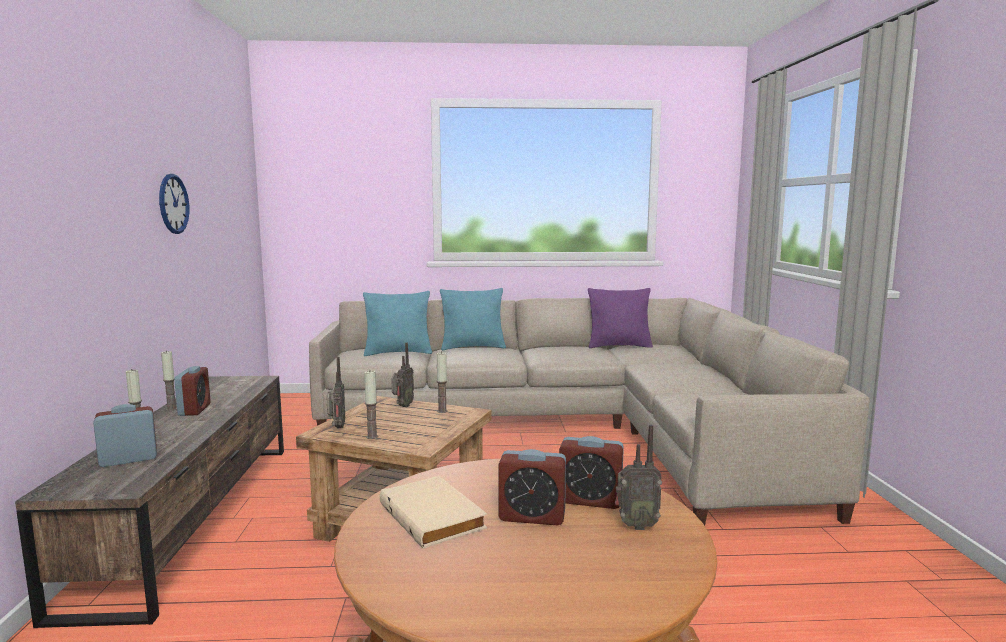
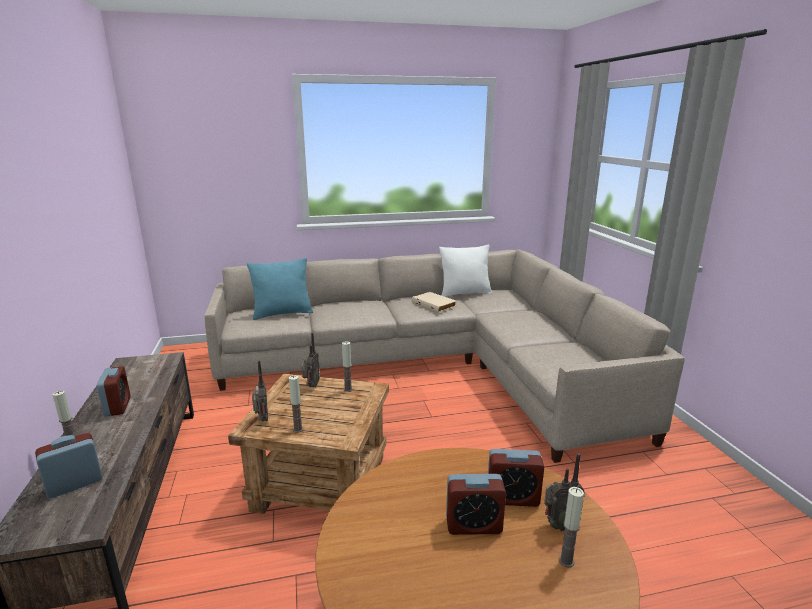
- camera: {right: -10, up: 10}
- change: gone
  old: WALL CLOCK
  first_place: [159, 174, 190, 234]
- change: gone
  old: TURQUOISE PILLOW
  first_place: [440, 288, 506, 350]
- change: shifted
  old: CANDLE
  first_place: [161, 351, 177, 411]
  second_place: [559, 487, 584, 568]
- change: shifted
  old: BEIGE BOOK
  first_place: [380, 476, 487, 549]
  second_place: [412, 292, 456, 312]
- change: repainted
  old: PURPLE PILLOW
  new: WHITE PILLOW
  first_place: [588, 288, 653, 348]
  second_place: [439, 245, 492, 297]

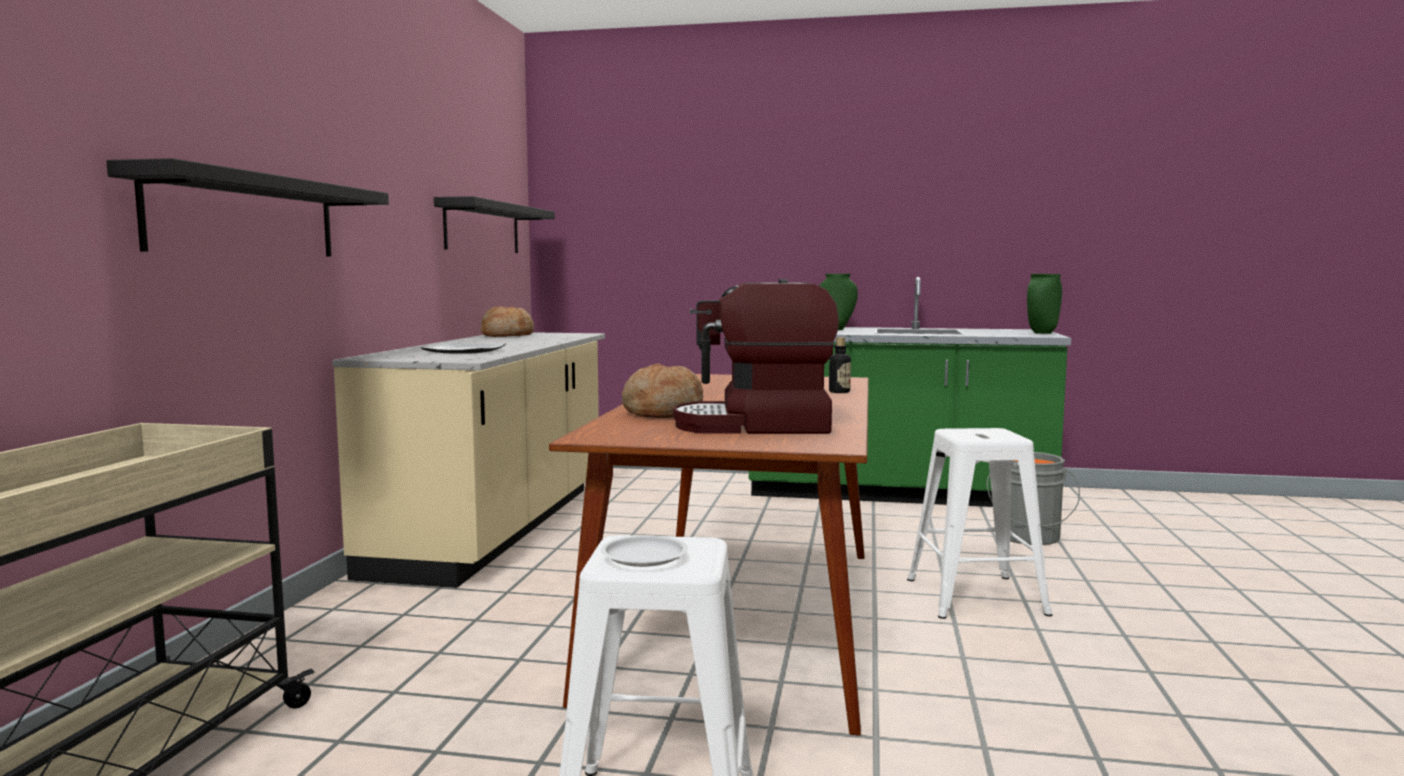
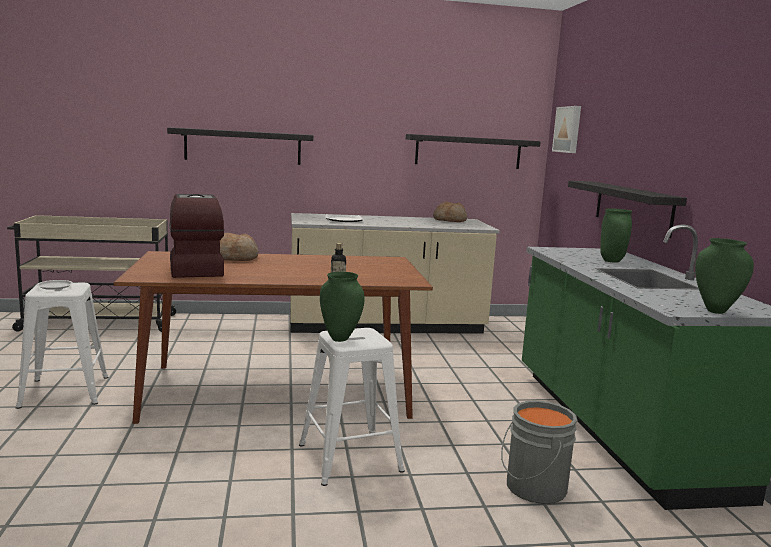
- camera: {right: 70, up: 5}
- change: new
  new: GREEN VASE
  second_place: [320, 272, 364, 342]
- change: new
  new: PICTURE
  second_place: [552, 106, 581, 153]
- change: new
  new: BLACK SHELF
  second_place: [568, 181, 687, 238]

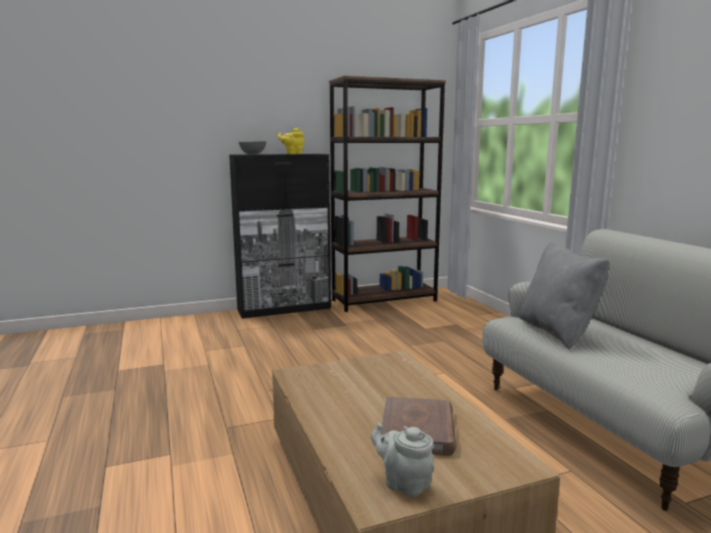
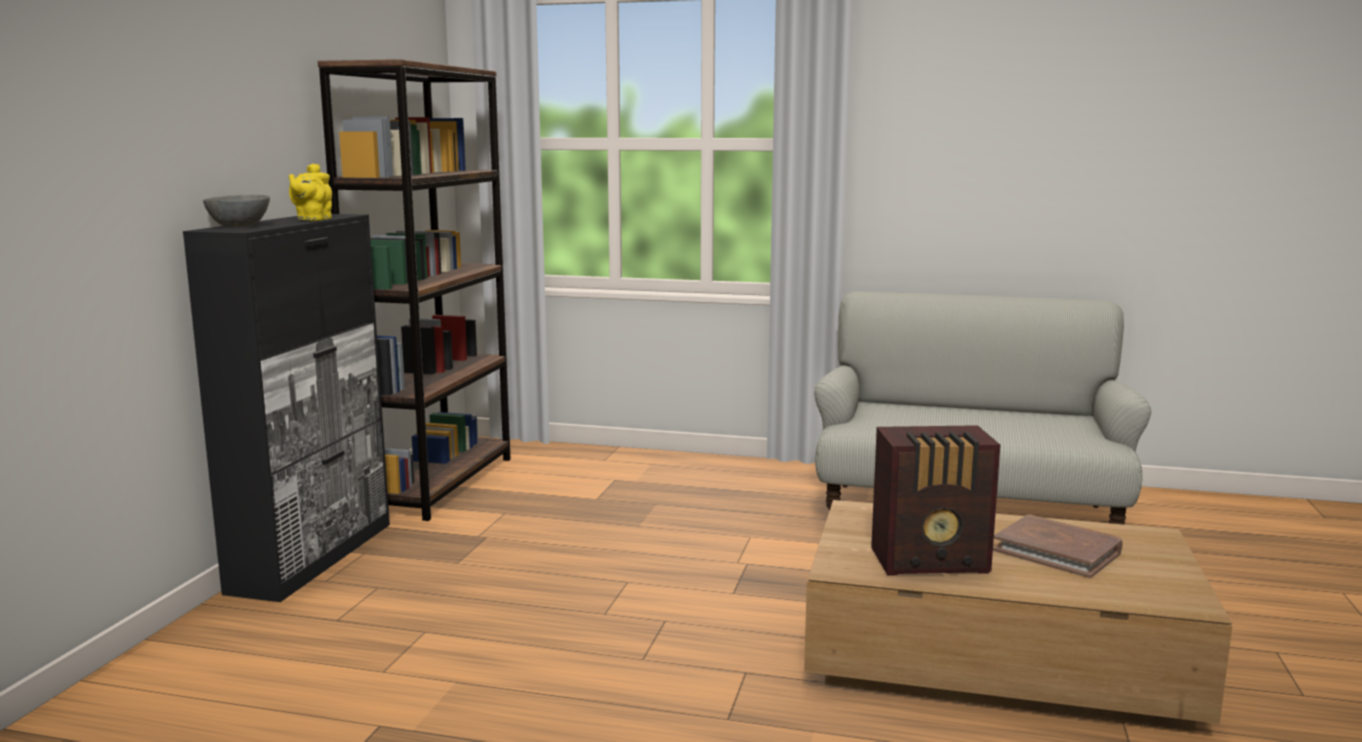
- camera: {right: -55, up: 0}
- change: gone
  old: GREY TEAPOT
  first_place: [371, 423, 434, 497]
- change: gone
  old: GREY PILLOW
  first_place: [519, 242, 610, 349]
- change: new
  new: RADIO
  second_place: [871, 425, 1000, 576]

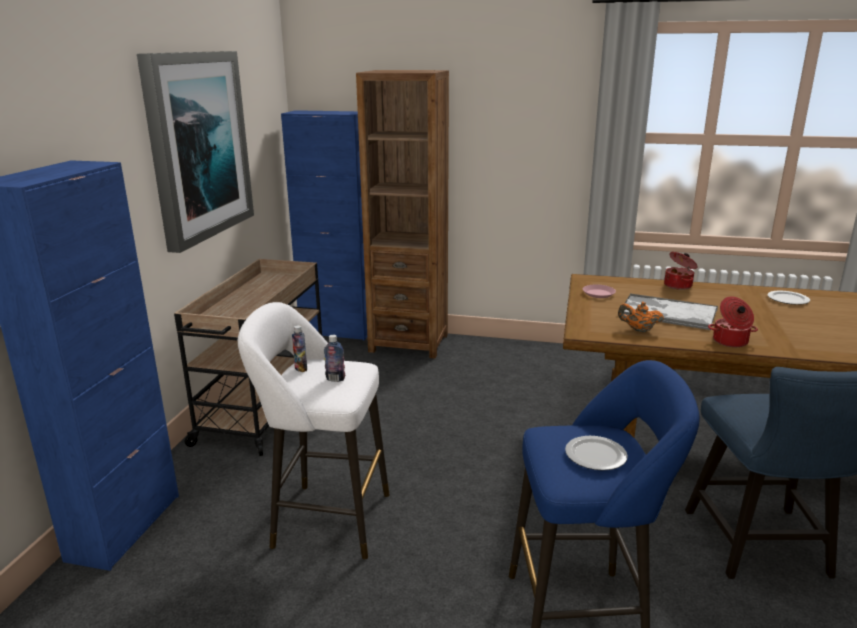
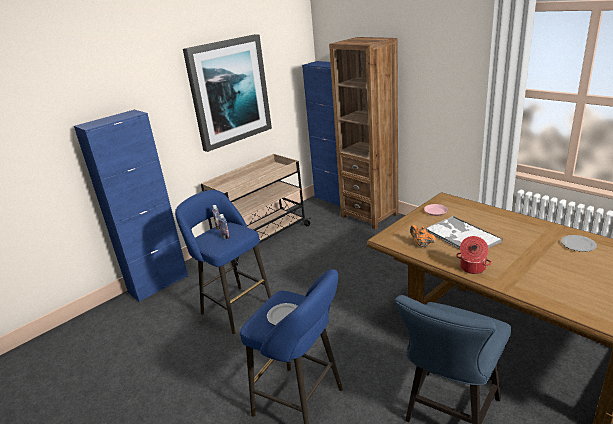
- camera: {right: 35, up: 5}
- change: gone
  old: COOKING POT
  first_place: [664, 252, 698, 290]
- change: repainted
  old: WHITE STOOL
  new: BLUE STOOL
  first_place: [238, 302, 390, 559]
  second_place: [175, 190, 271, 334]

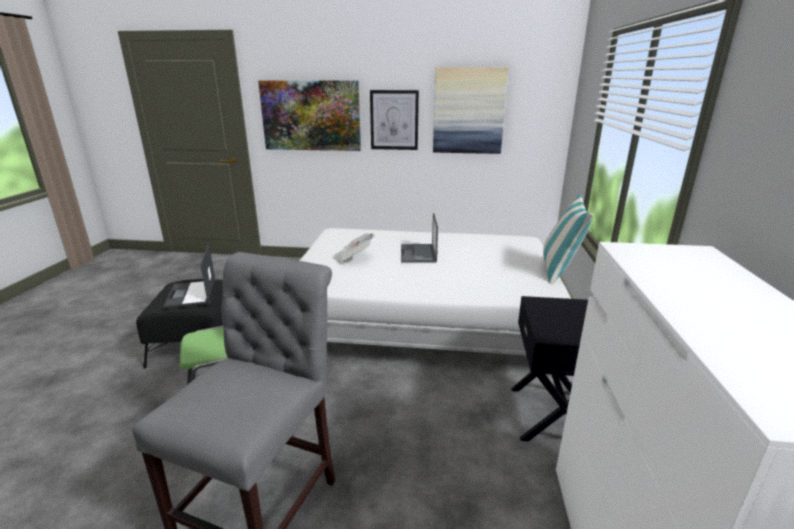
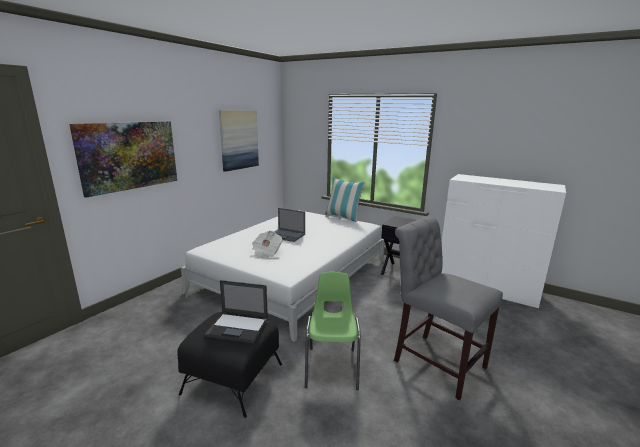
- camera: {right: -65, up: -5}
- change: gone
  old: PICTURE
  first_place: [370, 90, 419, 150]

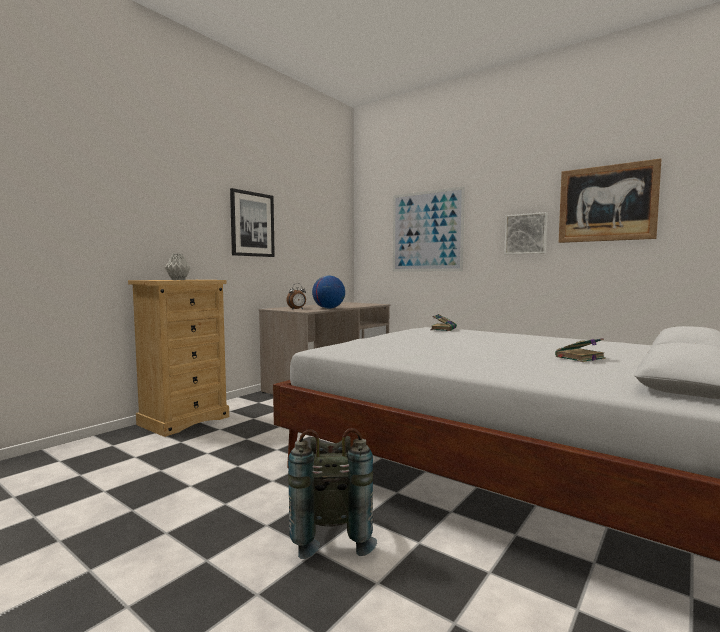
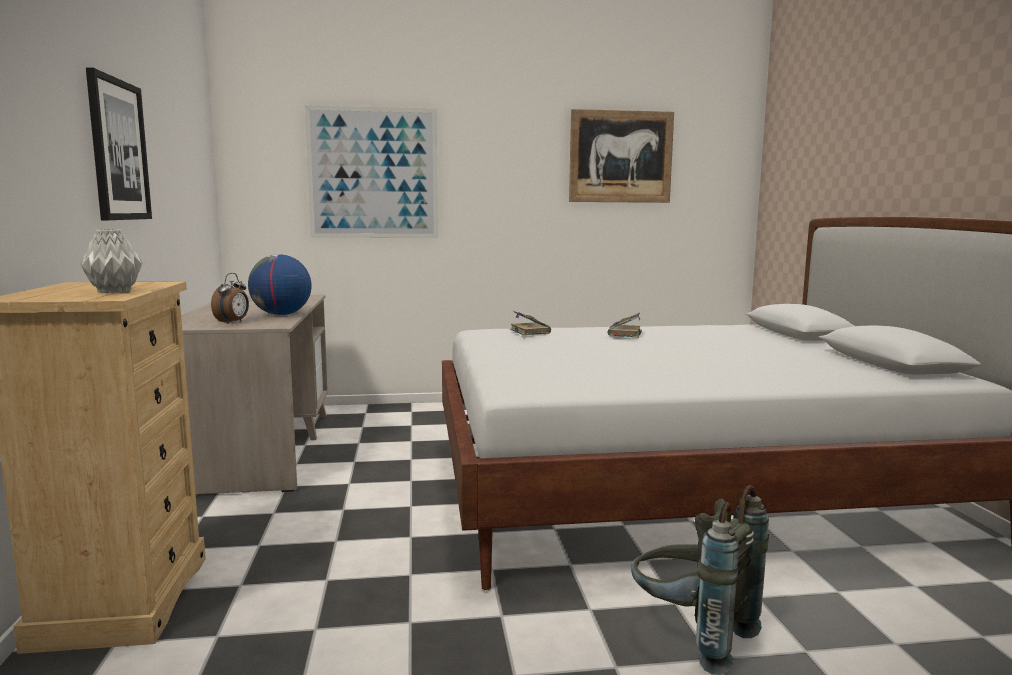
- camera: {right: -45, up: 5}
- change: gone
  old: PICTURE
  first_place: [504, 212, 548, 255]
- change: shifted
  old: BOOK
  first_place: [555, 338, 606, 362]
  second_place: [607, 312, 642, 338]

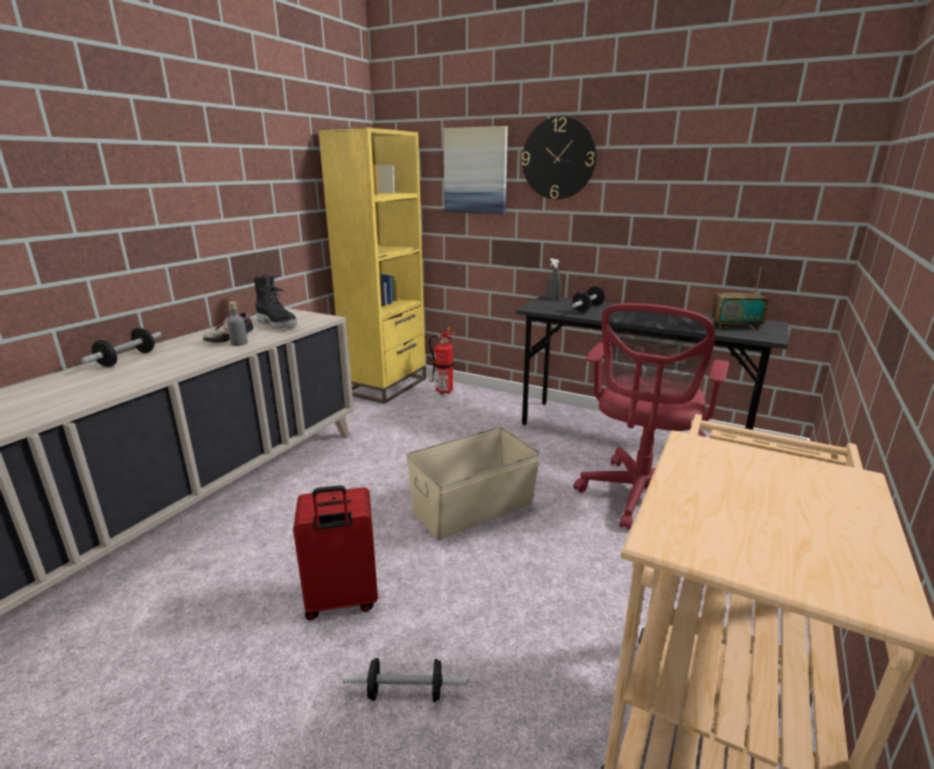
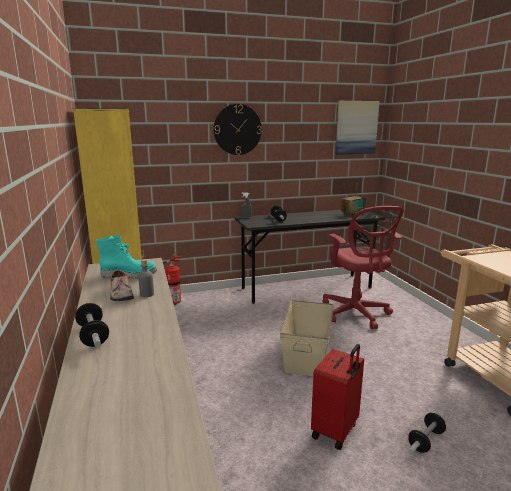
- camera: {right: -45, up: -5}
- change: shifted
  old: PICTURE
  first_place: [443, 126, 508, 214]
  second_place: [336, 101, 380, 155]
- change: repainted
  old: BLACK BOOT
  new: TURQUOISE BOOT
  first_place: [253, 275, 297, 329]
  second_place: [96, 235, 157, 278]

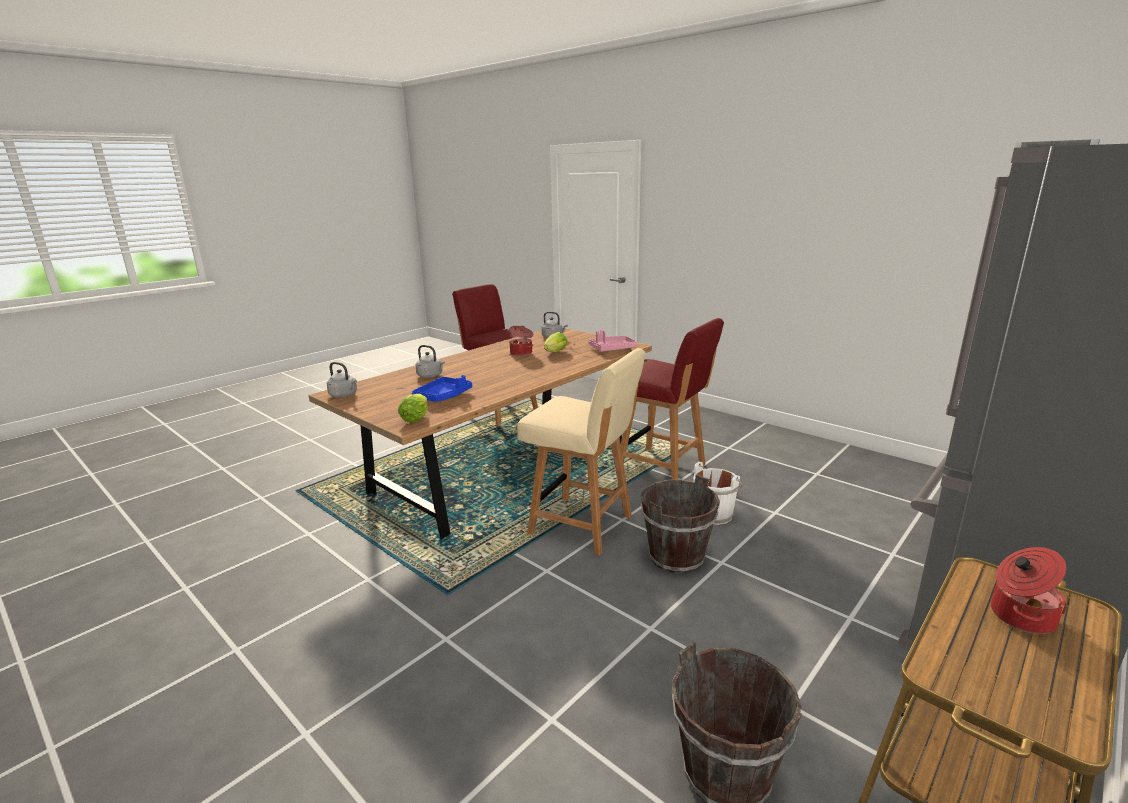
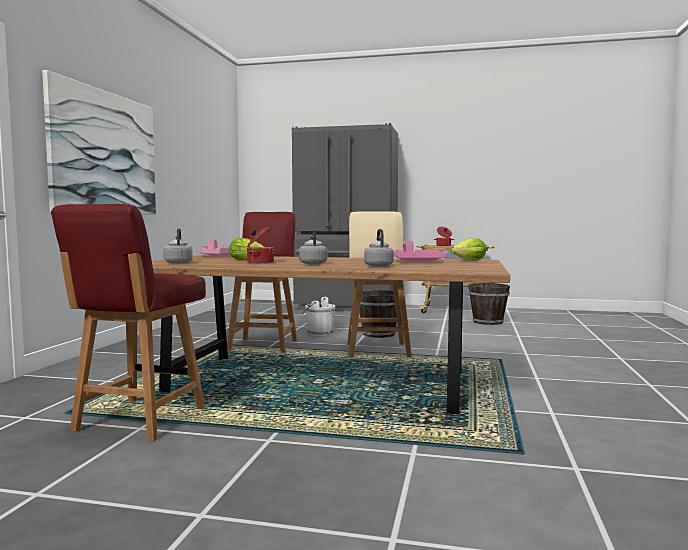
- camera: {right: -120, up: -15}
- change: new
  new: PICTURE
  second_place: [42, 70, 156, 214]
- change: shifted
  old: GREY KETTLE
  first_place: [327, 362, 357, 397]
  second_place: [299, 228, 327, 264]
- change: repainted
  old: BLUE TRAY
  new: PINK TRAY
  first_place: [412, 375, 472, 402]
  second_place: [394, 241, 446, 262]

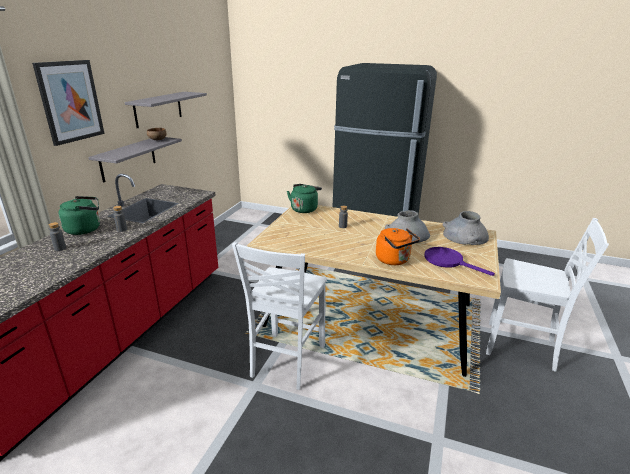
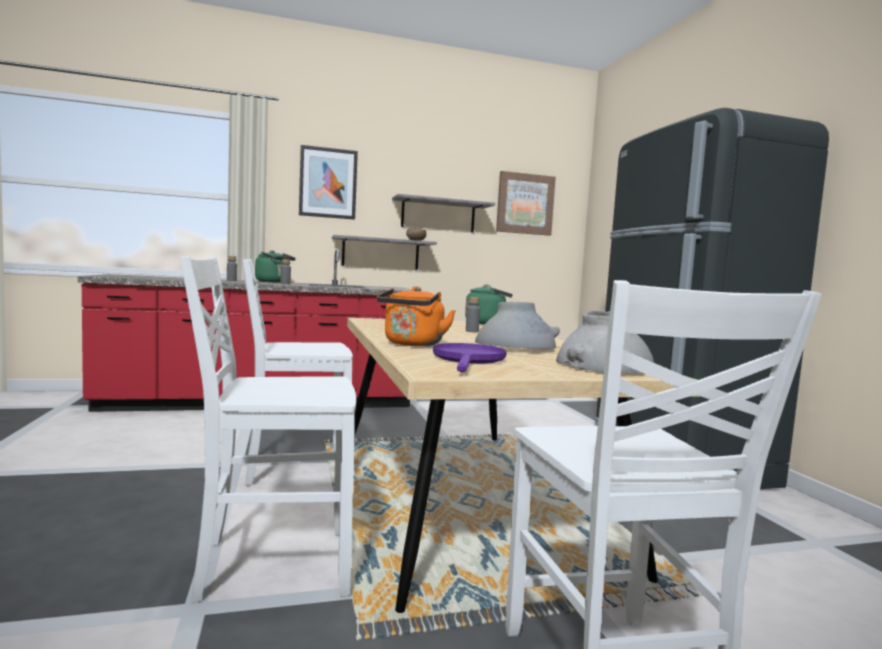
- camera: {right: 55, up: -20}
- change: new
  new: WHITE CHAIR
  second_place: [180, 256, 356, 603]
- change: new
  new: PICTURE
  second_place: [496, 171, 556, 236]

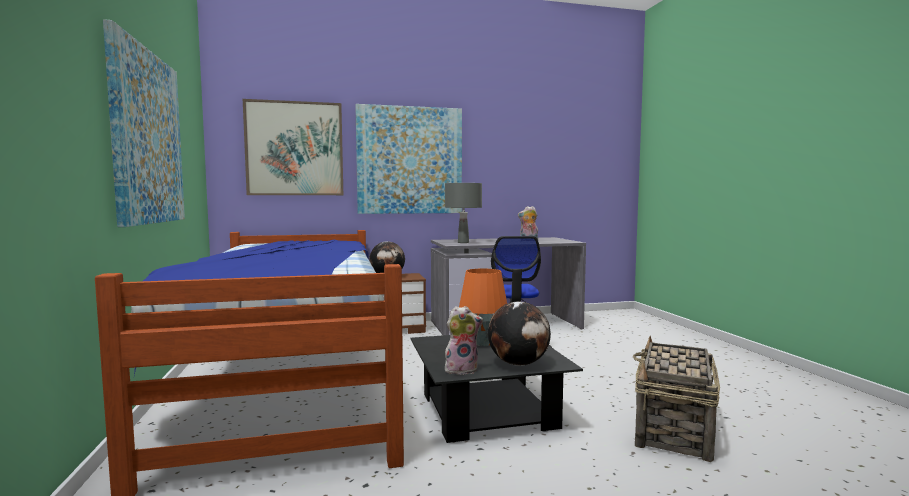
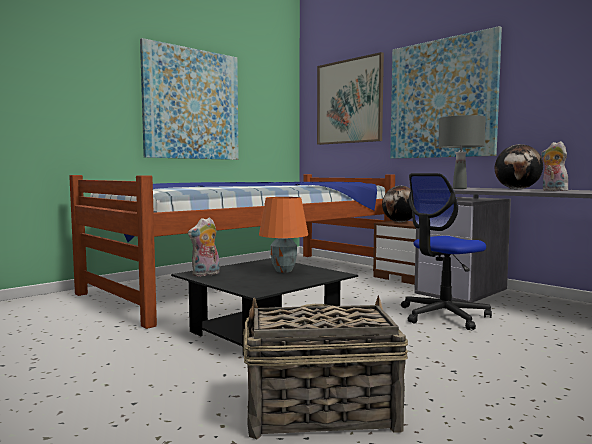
- camera: {right: 60, up: 0}
- change: shifted
  old: GLOBE
  first_place: [488, 301, 551, 366]
  second_place: [495, 144, 543, 189]
- change: rotated
  old: PLUSH TOY
  first_place: [445, 306, 483, 375]
  second_place: [188, 217, 220, 277]
  degrees: 90

